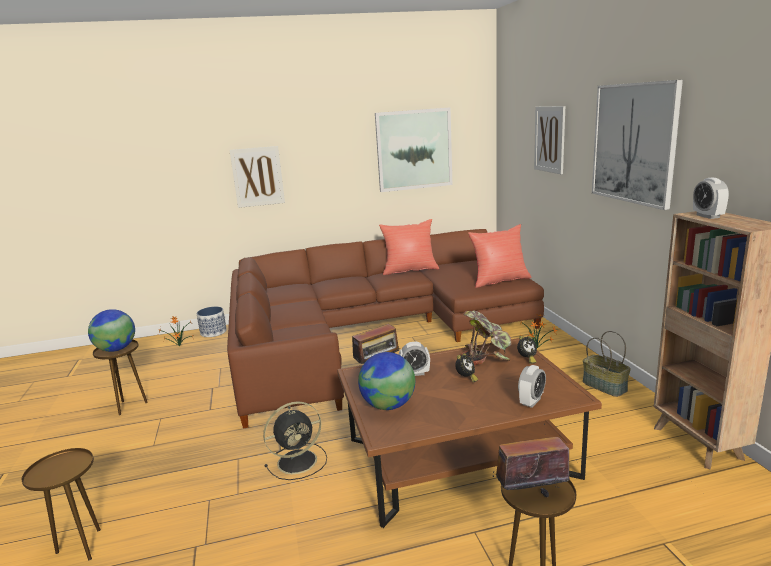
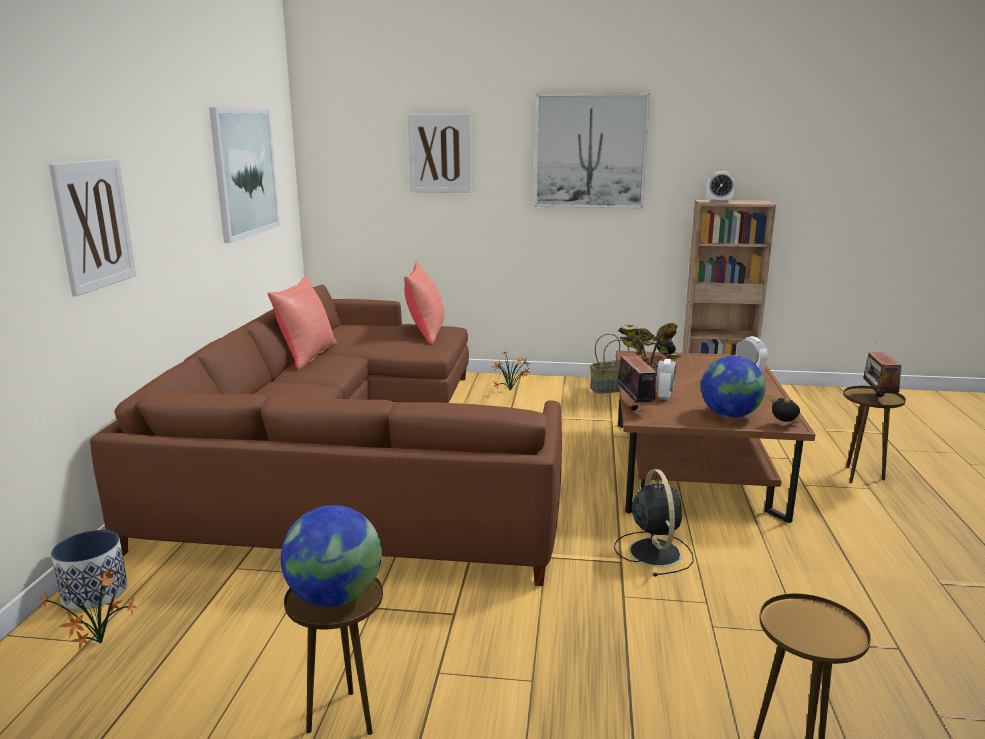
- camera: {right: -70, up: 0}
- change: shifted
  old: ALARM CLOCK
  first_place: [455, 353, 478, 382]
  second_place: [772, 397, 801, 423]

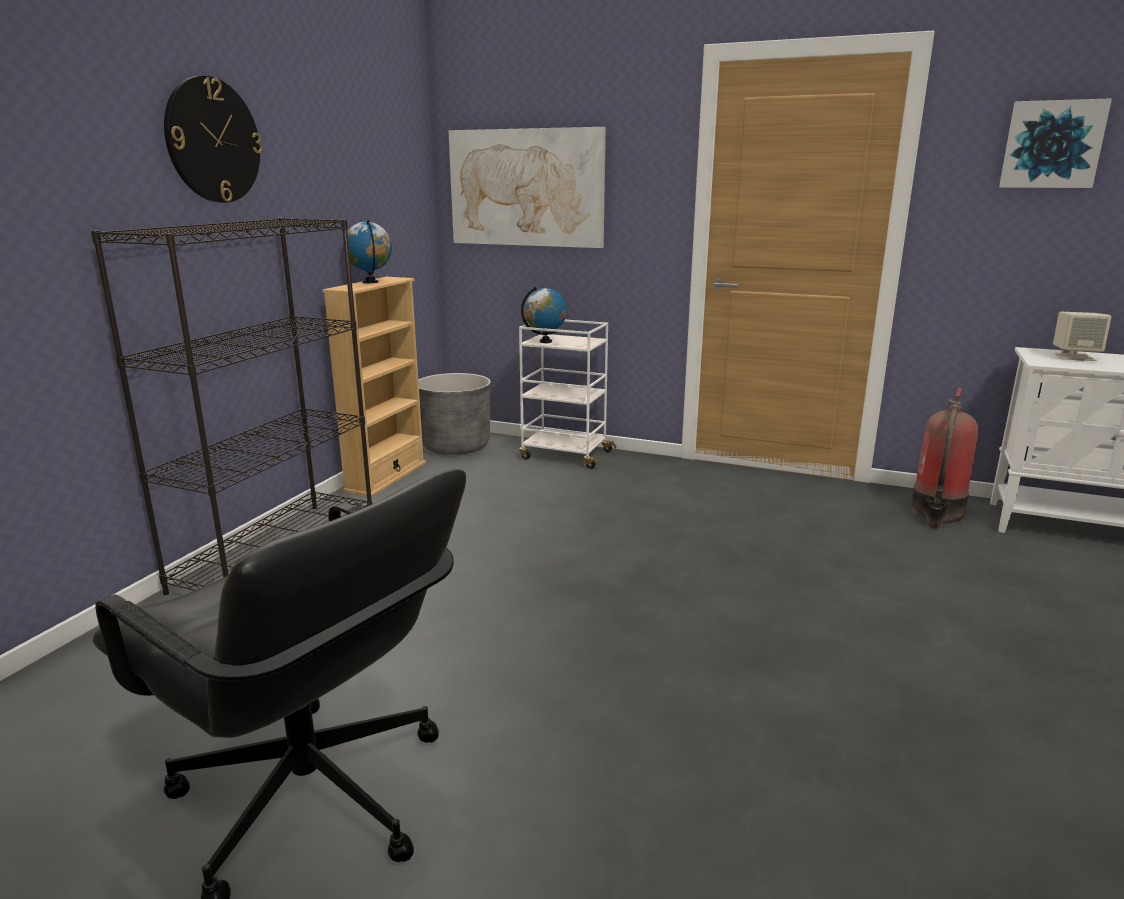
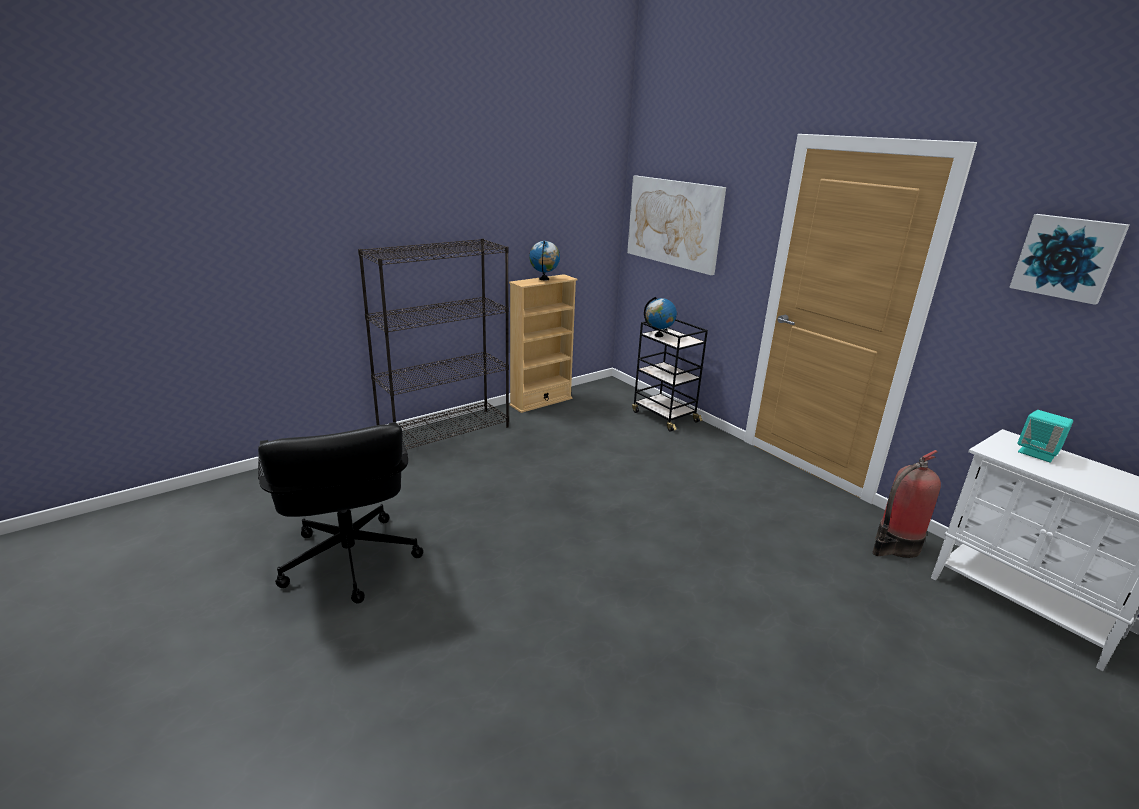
- camera: {right: 30, up: 5}
- change: gone
  old: WALL CLOCK
  first_place: [164, 76, 263, 203]
- change: gone
  old: GREY PLANTER
  first_place: [418, 373, 491, 455]
- change: repainted
  old: WHITE CART
  new: BLACK CART
  first_place: [519, 320, 616, 469]
  second_place: [632, 319, 708, 432]
- change: repainted
  old: BEIGE SPEAKER
  new: TURQUOISE SPEAKER
  first_place: [1053, 312, 1111, 361]
  second_place: [1017, 410, 1073, 463]

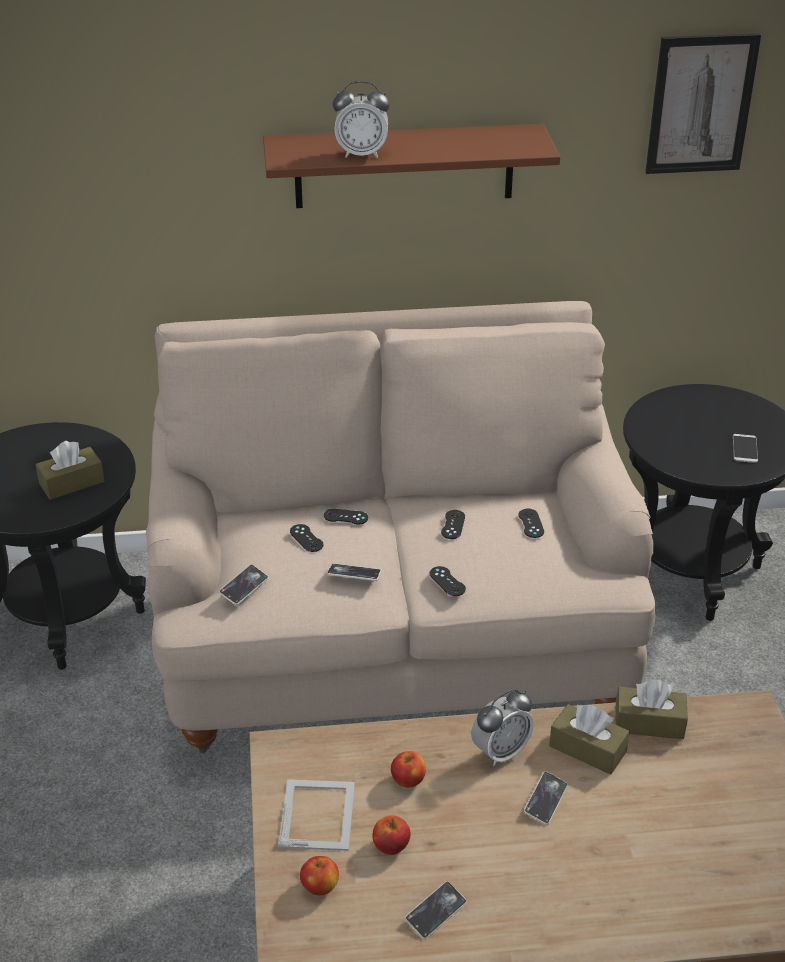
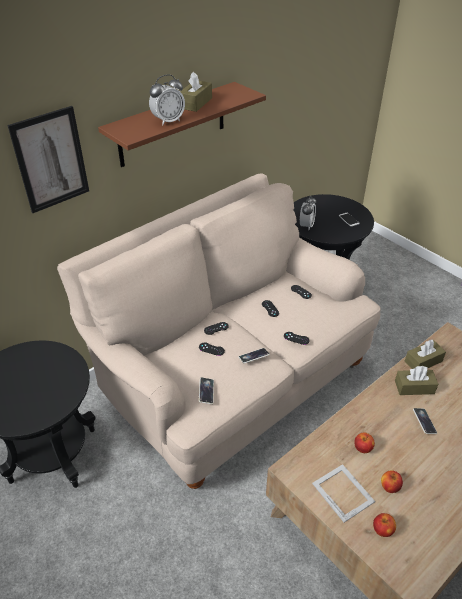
- camera: {right: -35, up: 5}
- change: gone
  old: PHONE
  first_place: [405, 881, 467, 939]
- change: shifted
  old: BROWN TISSUE BOX
  first_place: [36, 441, 104, 500]
  second_place: [180, 71, 212, 112]
- change: shifted
  old: ALARM CLOCK
  first_place: [471, 689, 534, 766]
  second_place: [300, 196, 316, 229]
- change: shifted
  old: PICTURE
  first_place: [645, 33, 761, 174]
  second_place: [7, 106, 89, 213]

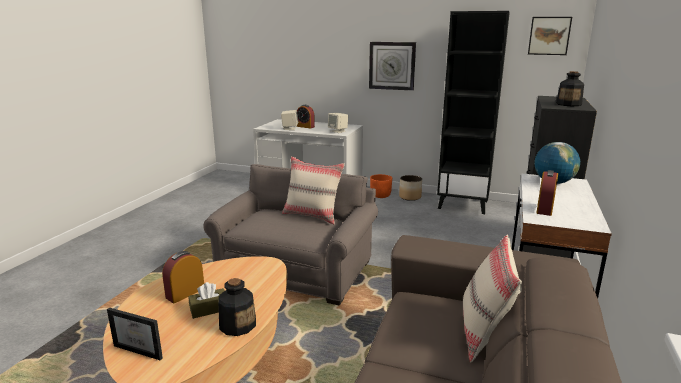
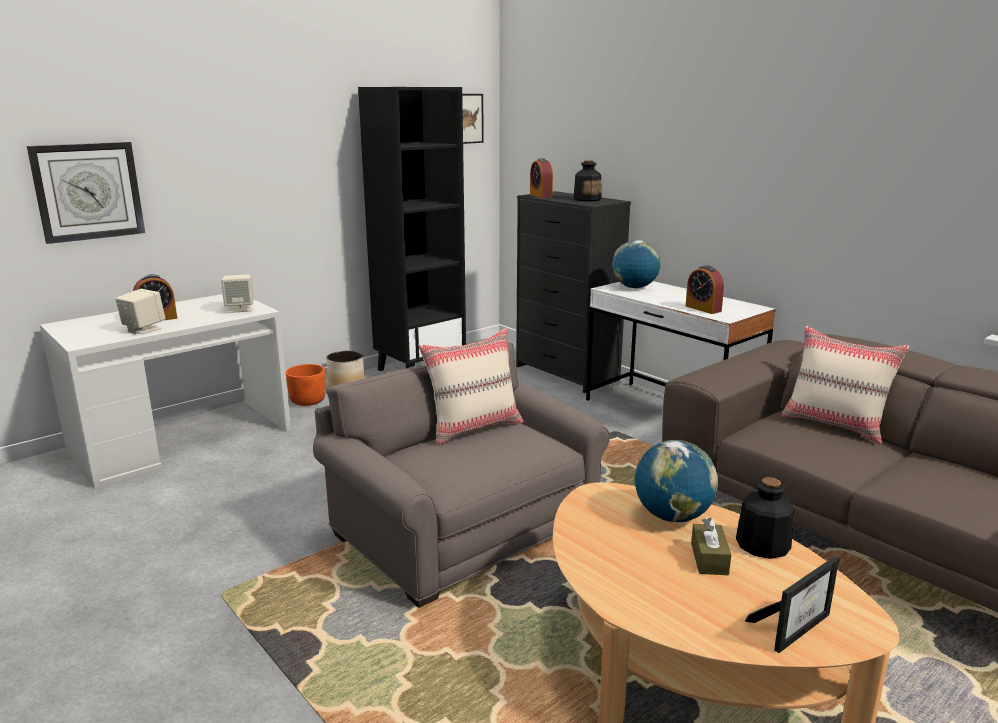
- camera: {right: -60, up: 0}
- change: new
  new: GLOBE
  second_place: [635, 440, 718, 522]
- change: shifted
  old: ALARM CLOCK
  first_place: [162, 251, 204, 303]
  second_place: [530, 158, 553, 198]
- change: shifted
  old: WALL CLOCK
  first_place: [369, 42, 416, 91]
  second_place: [27, 142, 145, 244]

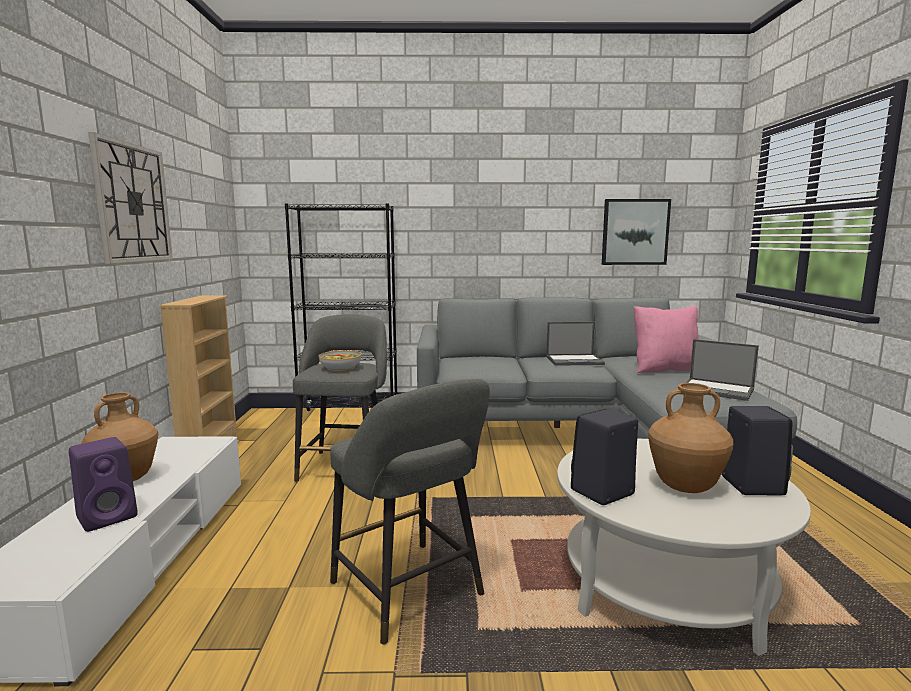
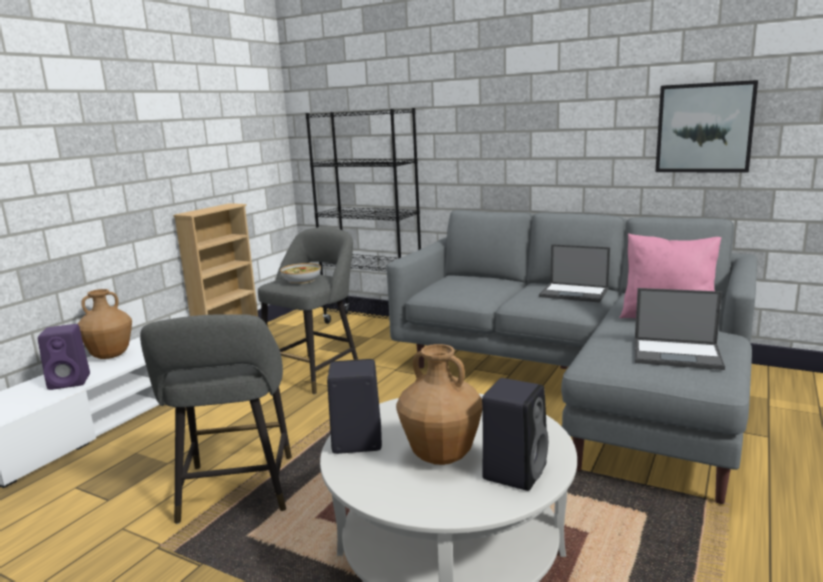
- camera: {right: 30, up: 5}
- change: gone
  old: WALL CLOCK
  first_place: [88, 132, 173, 264]
- change: rotated
  old: LAPTOP
  first_place: [685, 339, 759, 401]
  second_place: [635, 288, 725, 370]
  degrees: -45

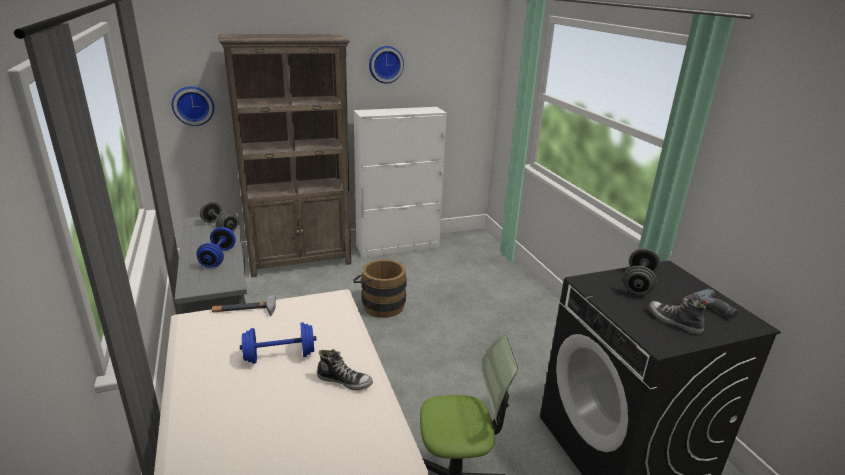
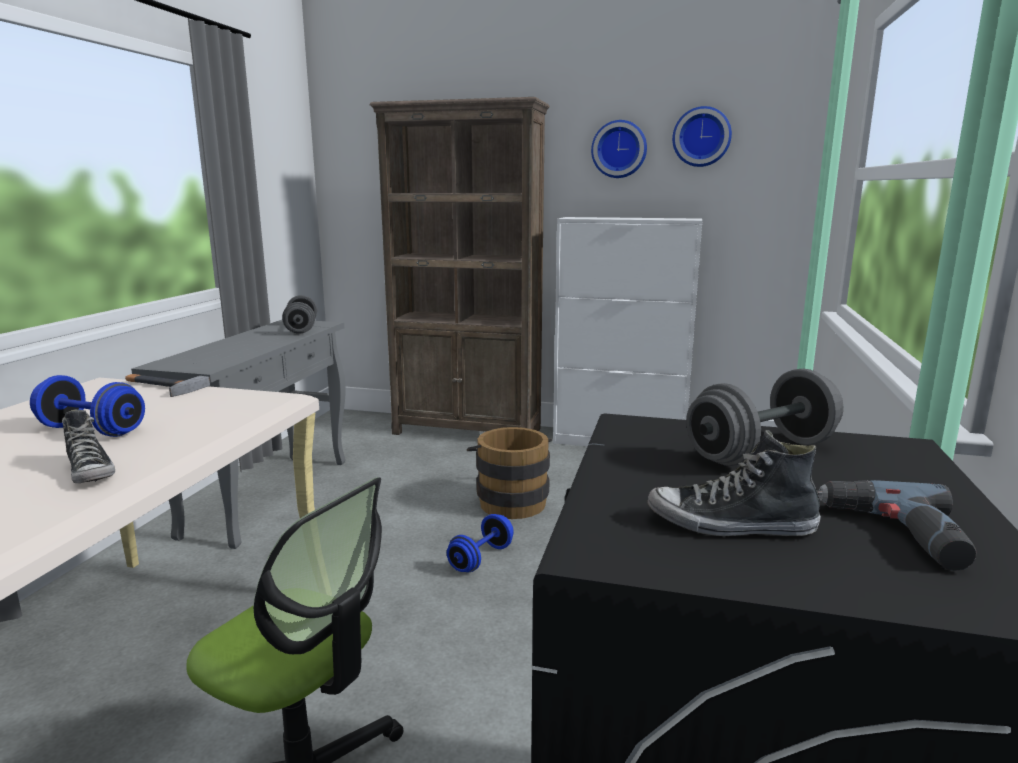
- camera: {right: 35, up: -10}
- change: shifted
  old: WALL CLOCK
  first_place: [172, 86, 214, 126]
  second_place: [672, 106, 732, 167]
- change: shifted
  old: BLUE DUMBBELL
  first_place: [196, 227, 236, 268]
  second_place: [447, 514, 514, 572]
- change: rotated
  old: SHOE
  first_place: [649, 296, 707, 334]
  second_place: [647, 430, 821, 536]
  degrees: -75

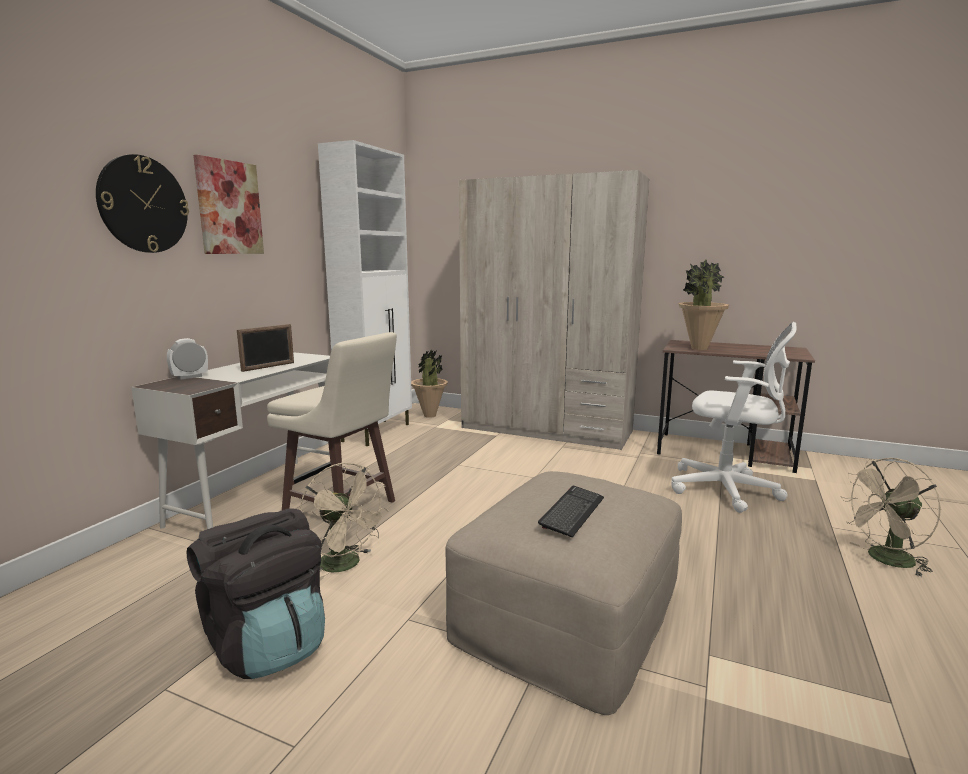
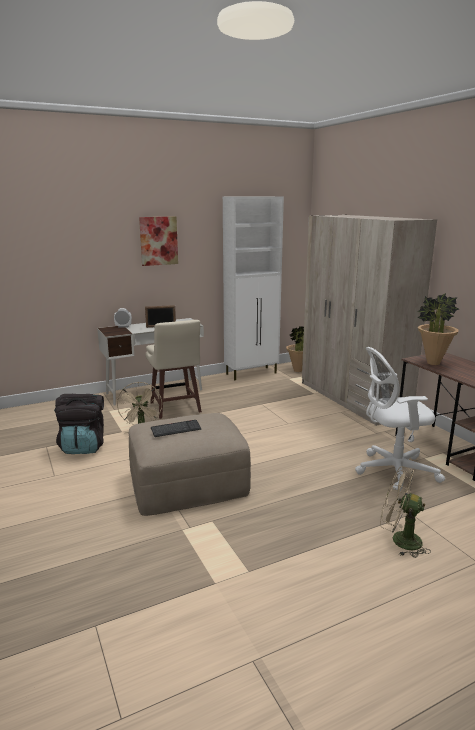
- camera: {right: 40, up: 5}
- change: gone
  old: WALL CLOCK
  first_place: [96, 154, 189, 253]
- change: rotated
  old: WHITE OFFICE CHAIR
  first_place: [671, 322, 796, 513]
  second_place: [355, 347, 445, 492]
  degrees: 105

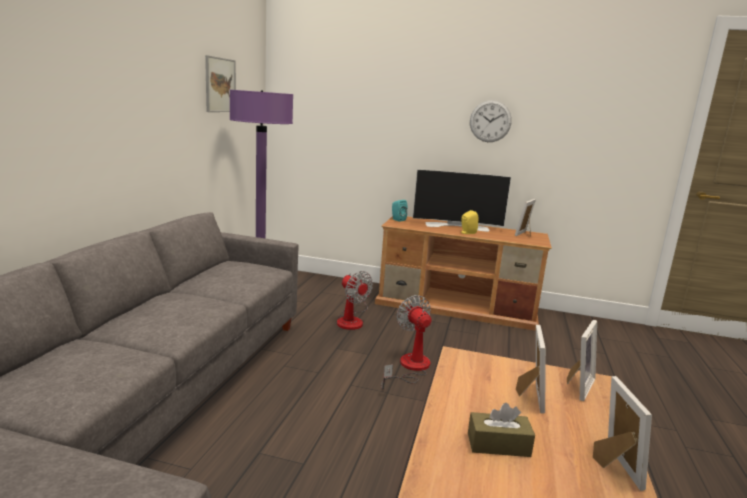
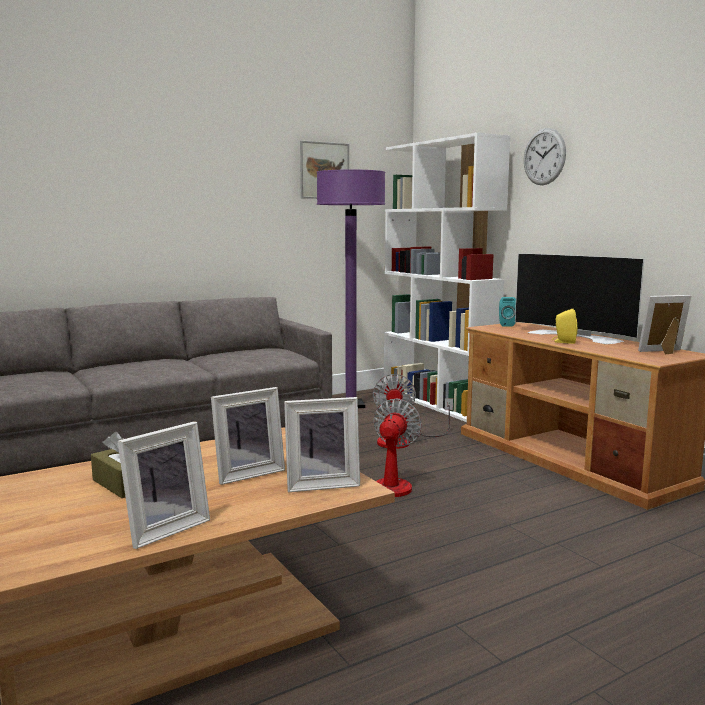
- camera: {right: 45, up: -5}
- change: new
  new: WHITE BOOKCASE
  second_place: [384, 133, 510, 422]
- change: shifted
  old: WALL CLOCK
  first_place: [470, 100, 512, 142]
  second_place: [524, 128, 566, 185]

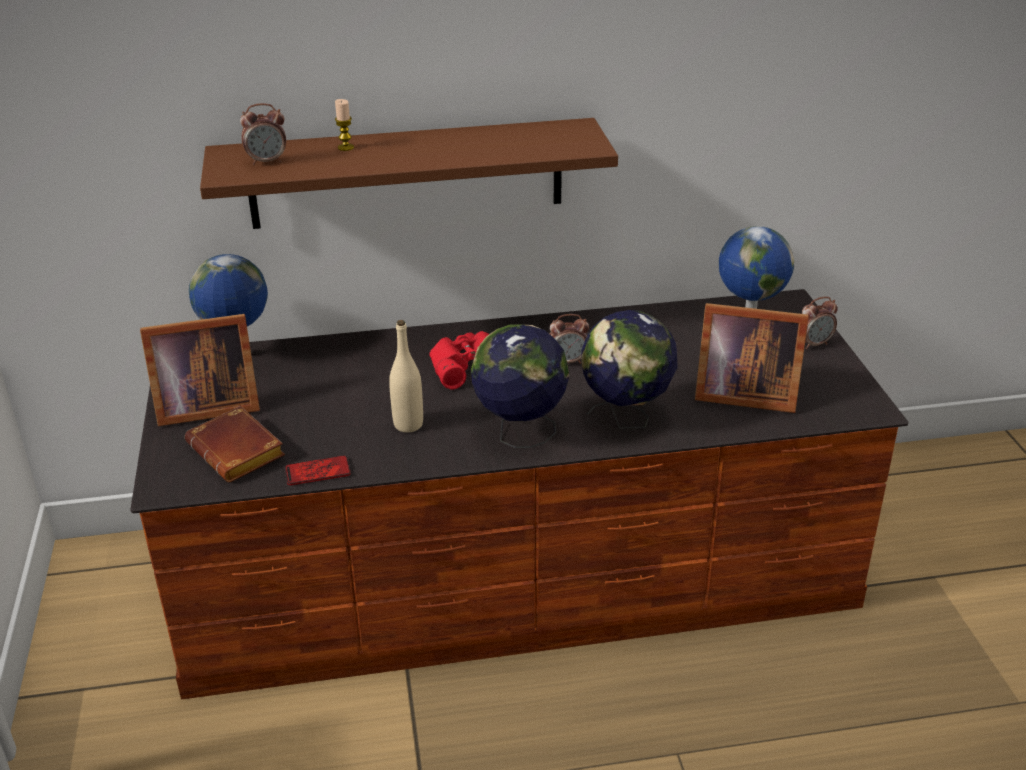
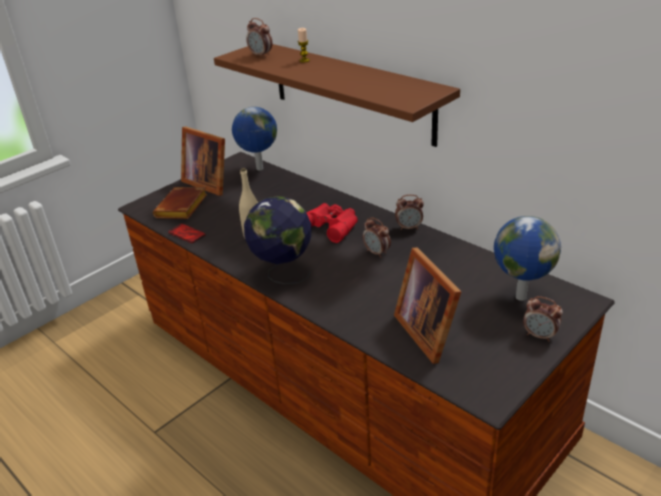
- camera: {right: 55, up: 0}
- change: gone
  old: GLOBE
  first_place: [582, 310, 678, 429]
- change: new
  new: ALARM CLOCK
  second_place: [395, 194, 424, 230]

